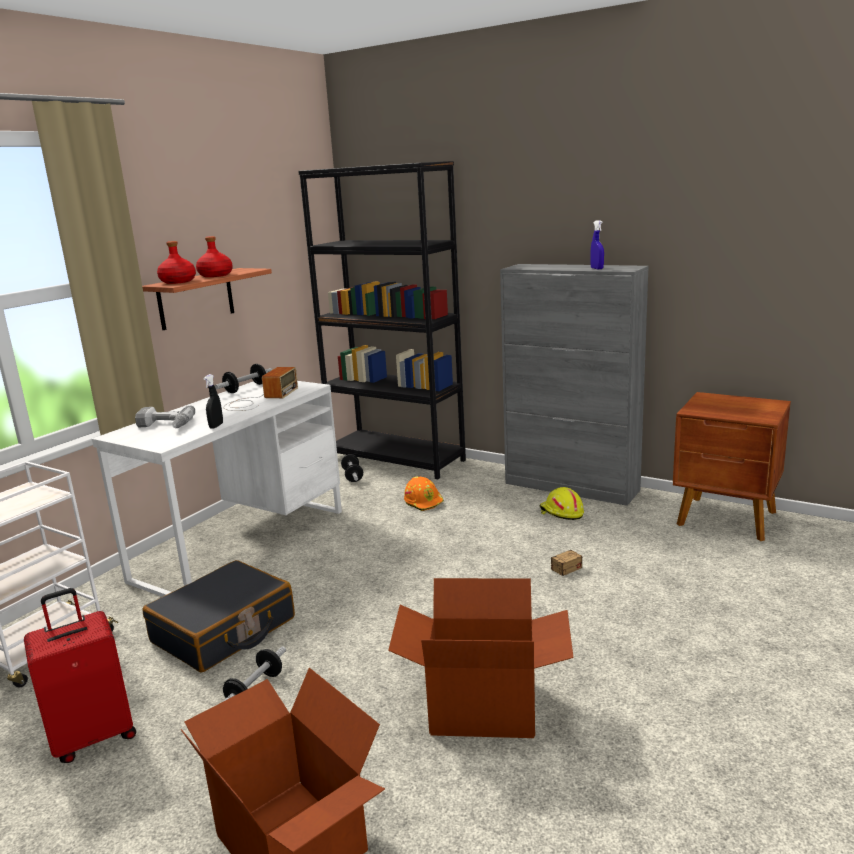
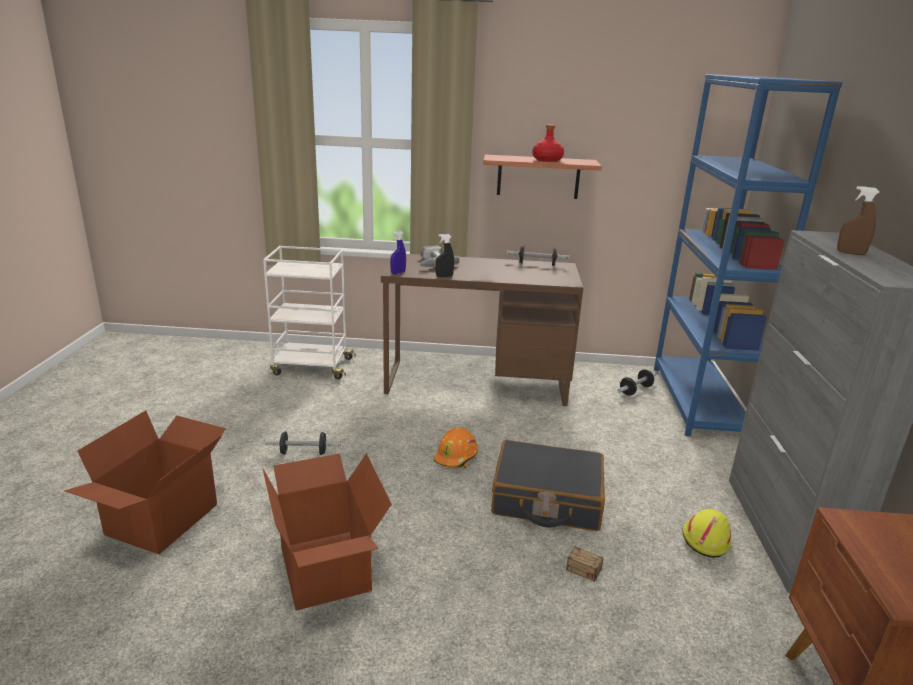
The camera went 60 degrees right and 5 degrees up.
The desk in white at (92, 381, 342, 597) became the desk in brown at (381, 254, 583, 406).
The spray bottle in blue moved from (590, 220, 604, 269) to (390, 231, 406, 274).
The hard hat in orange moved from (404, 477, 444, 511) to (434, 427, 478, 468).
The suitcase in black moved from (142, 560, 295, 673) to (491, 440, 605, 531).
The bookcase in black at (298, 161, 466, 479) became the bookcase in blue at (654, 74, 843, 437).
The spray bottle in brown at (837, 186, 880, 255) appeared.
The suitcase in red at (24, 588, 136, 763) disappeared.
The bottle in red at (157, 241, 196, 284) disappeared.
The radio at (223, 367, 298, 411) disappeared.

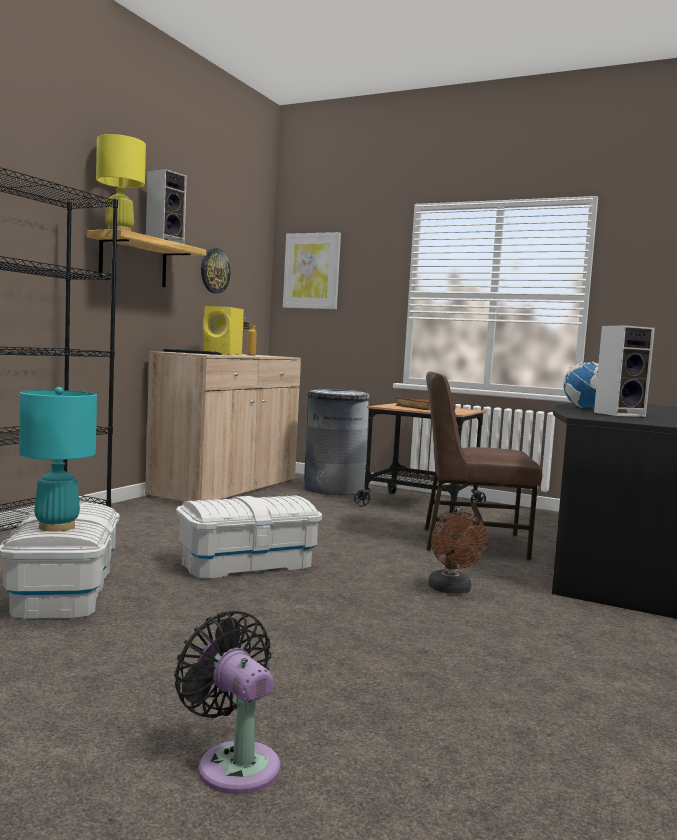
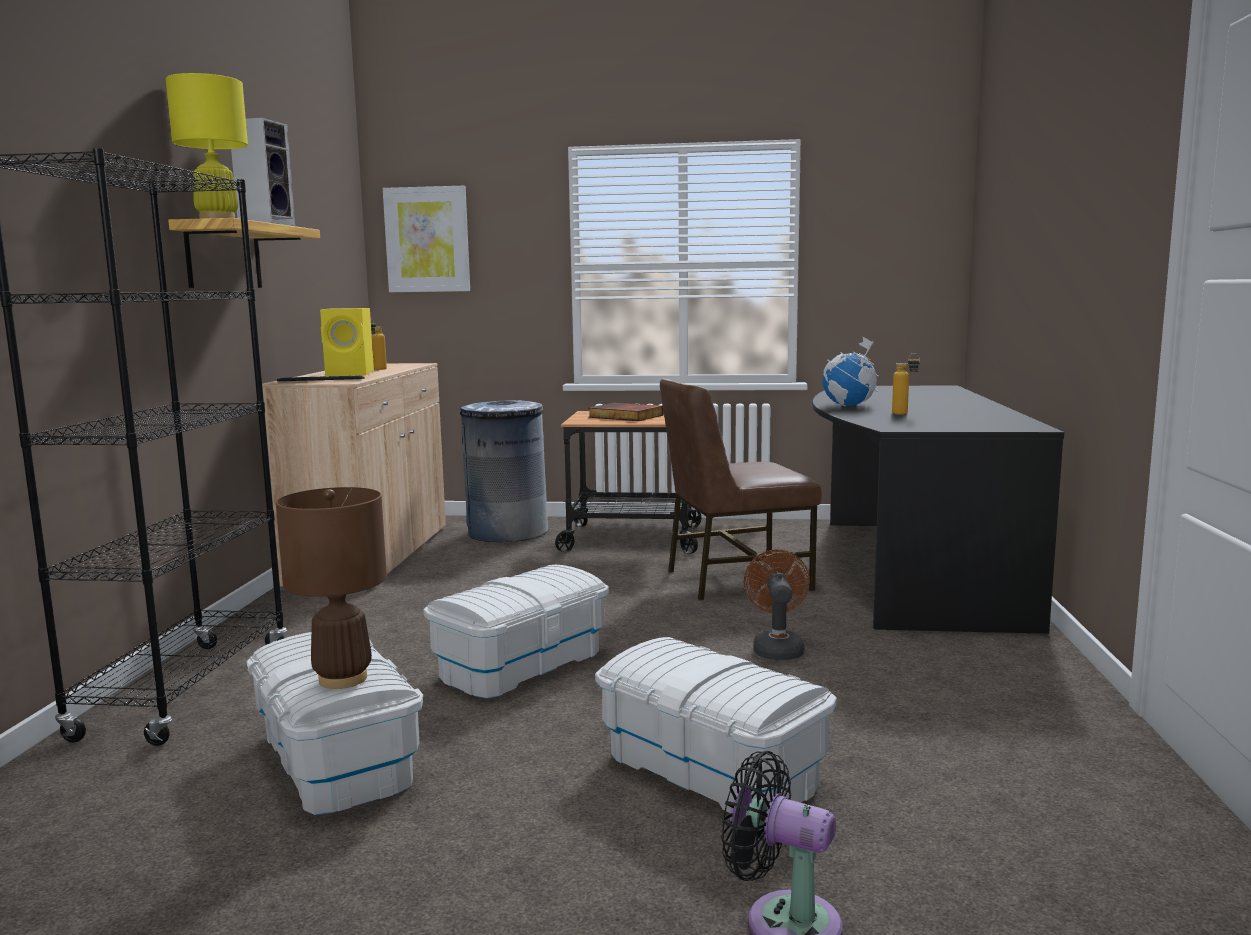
The camera went 20 degrees left and 5 degrees up.
The table lamp in turquoise at (19, 387, 97, 532) became the table lamp in brown at (276, 487, 387, 689).
The storage box in white at (595, 637, 837, 813) appeared.
The fan in brown at (428, 512, 488, 594) turned 150 degrees counterclockwise.
The speaker at (594, 325, 655, 417) was replaced by the bottle at (892, 353, 920, 415).
The wall clock at (201, 248, 230, 294) disappeared.

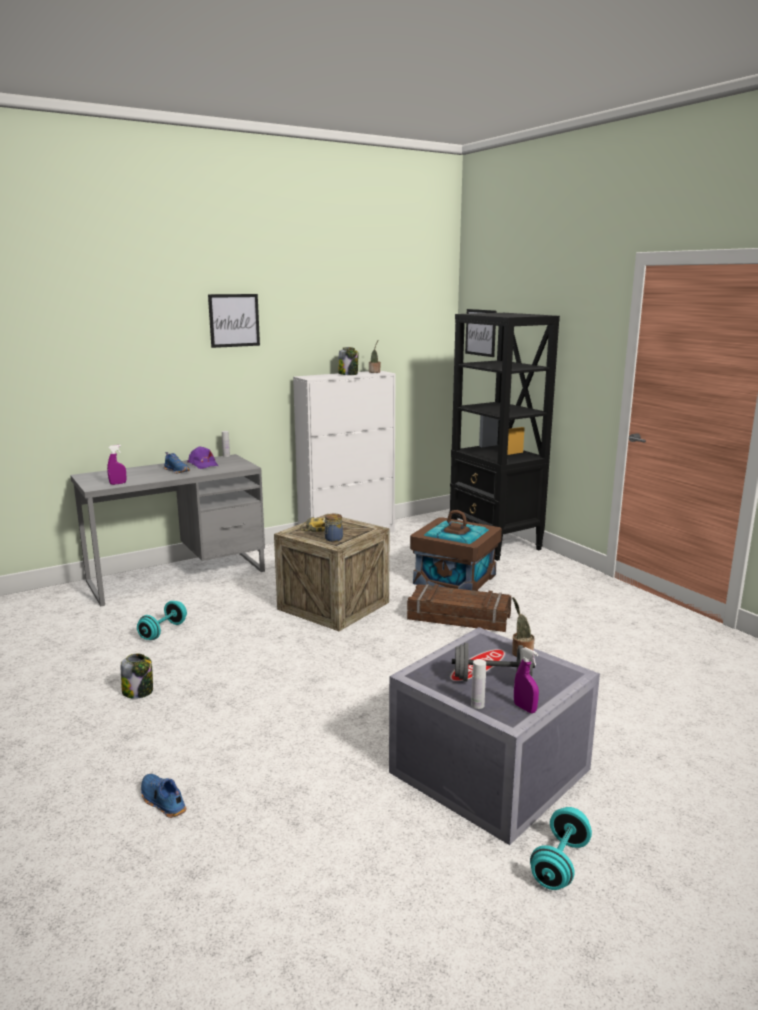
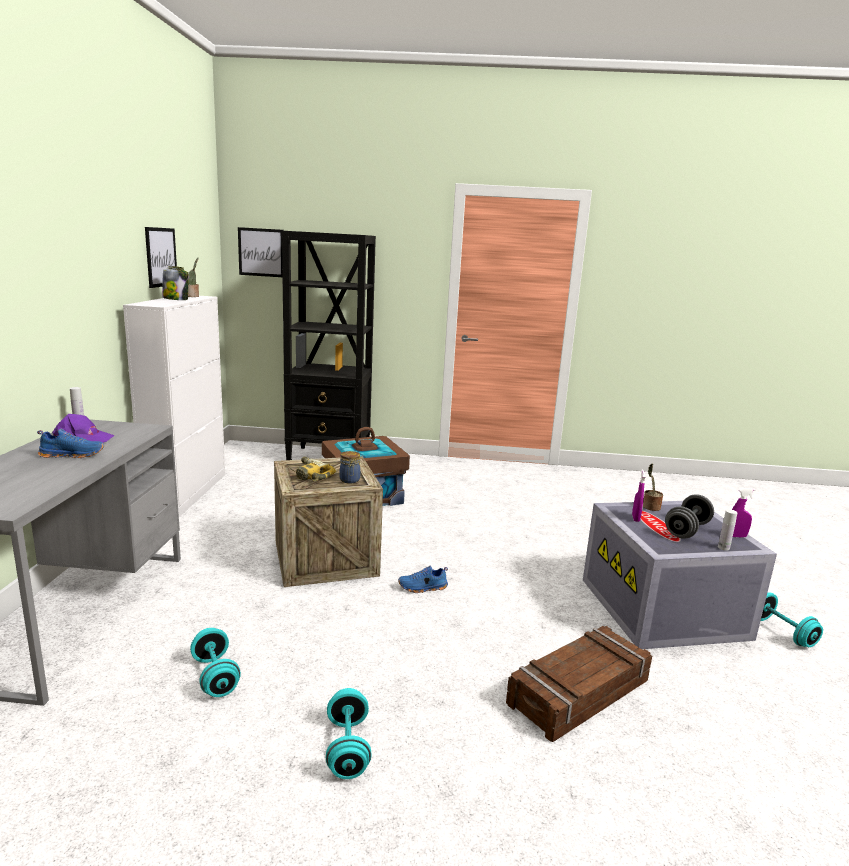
The camera went 55 degrees left and 0 degrees up.
The picture moved from (208, 294, 260, 348) to (145, 227, 177, 288).
The jar at (121, 654, 153, 699) was replaced by the dumbbell in turquoise at (326, 688, 372, 779).
The shoe in blue moved from (141, 774, 187, 818) to (398, 566, 448, 593).
The crate moved from (407, 584, 511, 632) to (506, 626, 652, 742).
The spray bottle in purple moved from (107, 445, 126, 485) to (632, 470, 645, 522).

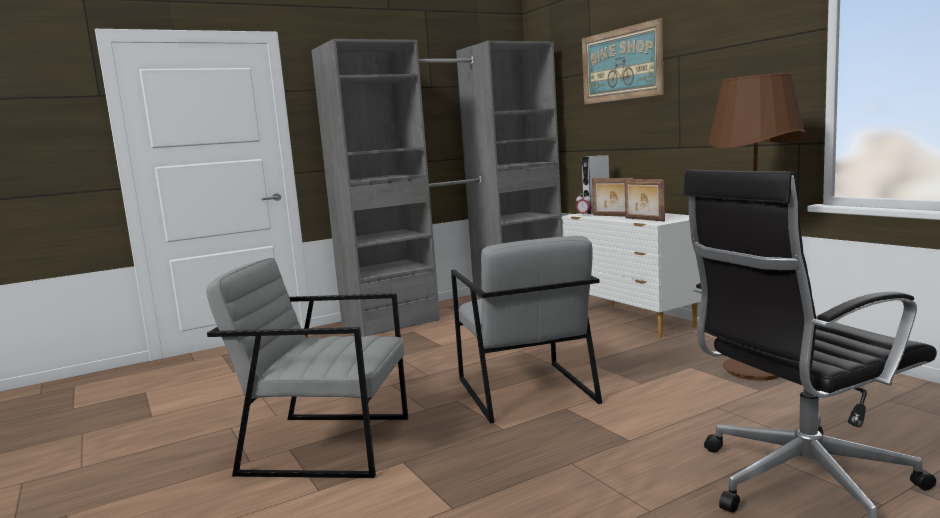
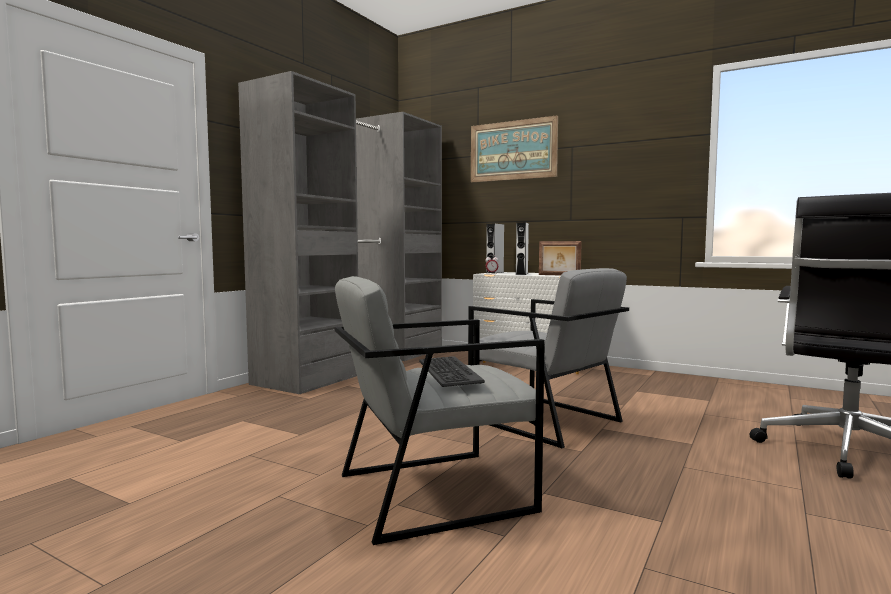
The camera went 30 degrees left and 5 degrees down.
The keyboard at (419, 356, 485, 387) appeared.
The picture frame at (592, 178, 634, 217) was replaced by the speaker in white at (516, 222, 529, 275).
The floor lamp in brown at (709, 73, 806, 381) disappeared.

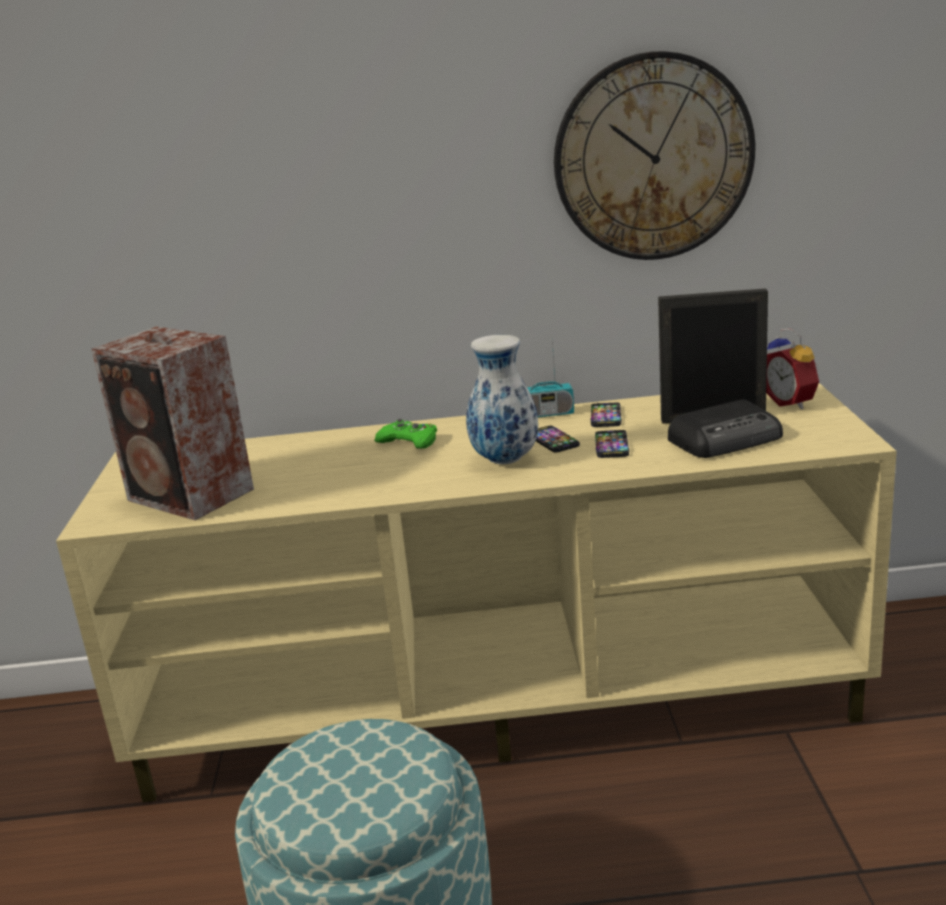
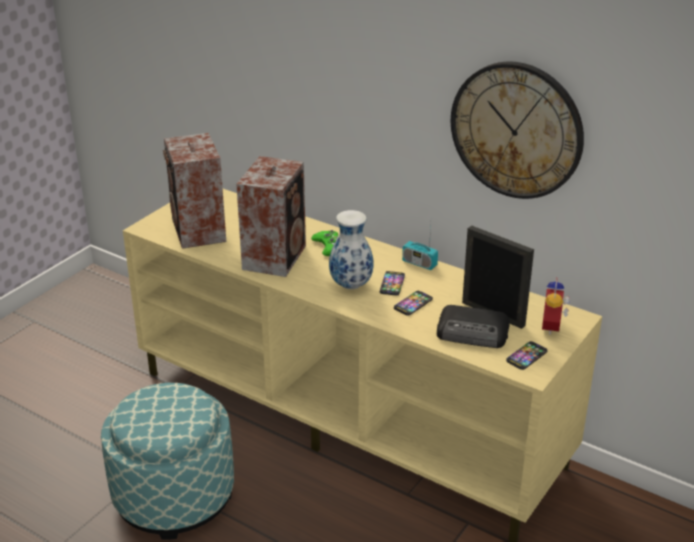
The camera went 35 degrees right and 10 degrees up.
The speaker at (236, 156, 306, 277) appeared.
The phone moved from (591, 403, 622, 427) to (506, 341, 548, 370).

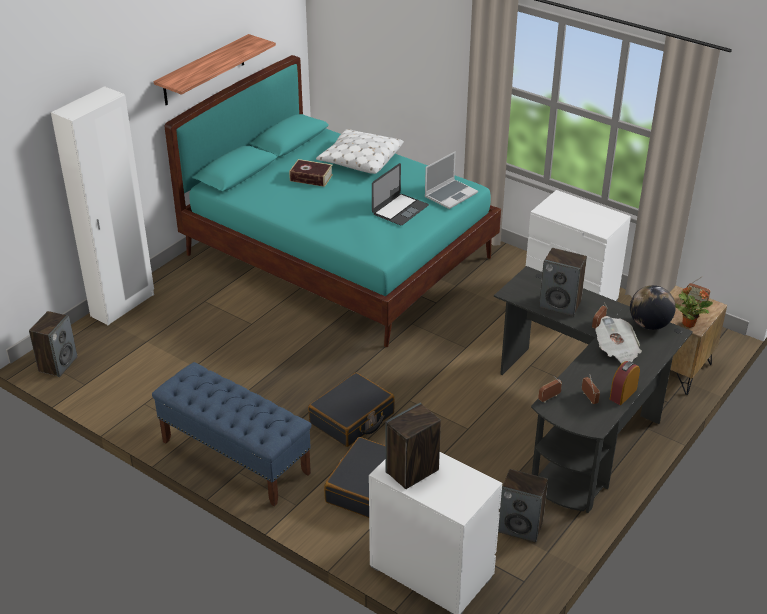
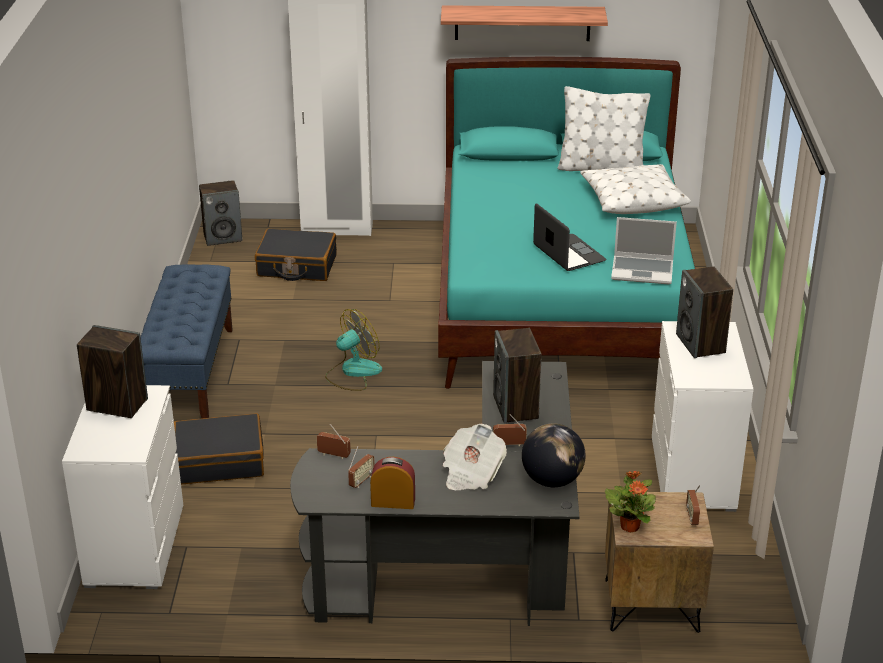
The camera went 55 degrees right and 5 degrees down.
The suitcase in black moved from (308, 373, 395, 447) to (255, 228, 337, 281).
The fan at (325, 309, 382, 391) appeared.
The laptop at (372, 163, 429, 225) turned 120 degrees counterclockwise.
The pillow in white at (557, 86, 651, 171) appeared.
The speaker moved from (498, 469, 548, 542) to (676, 266, 733, 358).
The book at (289, 159, 333, 187) disappeared.

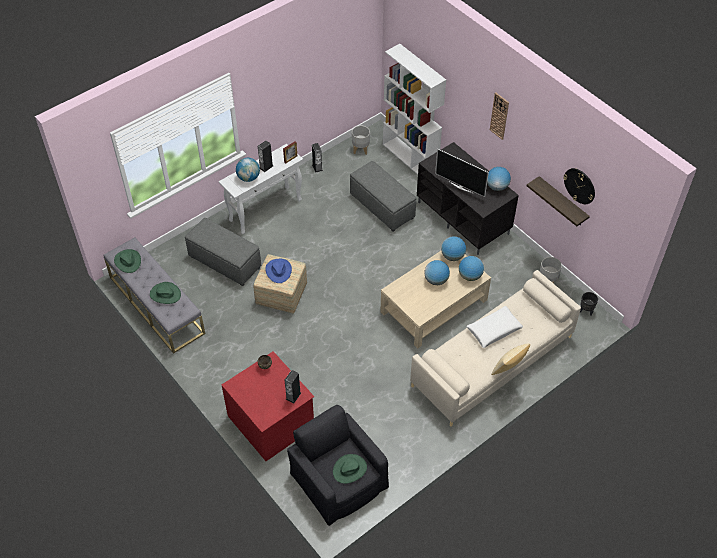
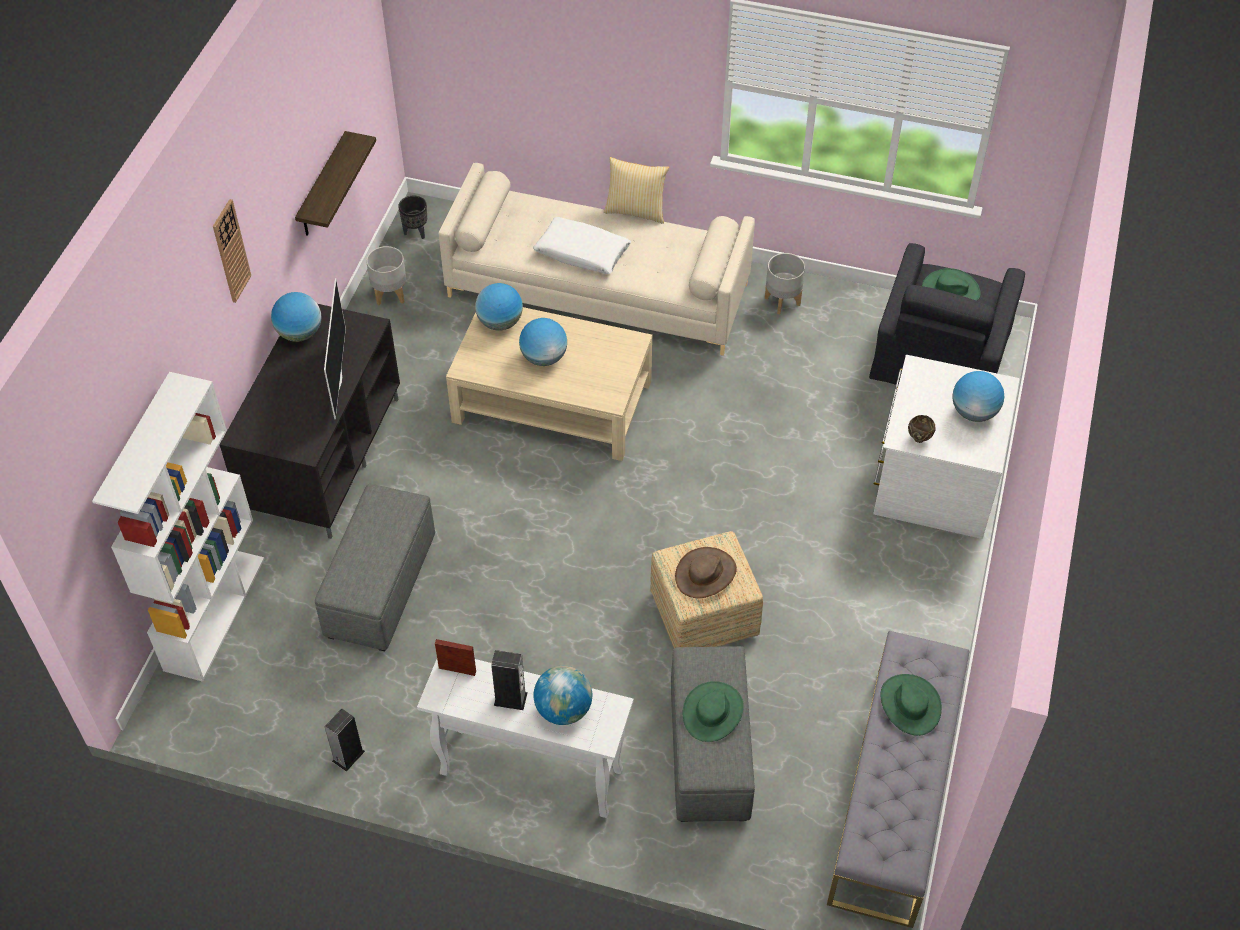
The camera went 125 degrees left and 0 degrees up.
The hat in blue at (265, 259, 292, 283) became the hat in brown at (675, 547, 737, 598).
The hat in green moved from (114, 249, 141, 273) to (683, 681, 744, 742).
The planter in grey moved from (352, 126, 370, 155) to (765, 253, 805, 314).
The dresser in red at (222, 351, 314, 461) became the dresser in white at (873, 355, 1020, 539).
The globe moved from (441, 236, 466, 261) to (952, 371, 1004, 422).
The speaker at (285, 370, 301, 404) disappeared.
The wall clock at (563, 168, 595, 204) disappeared.

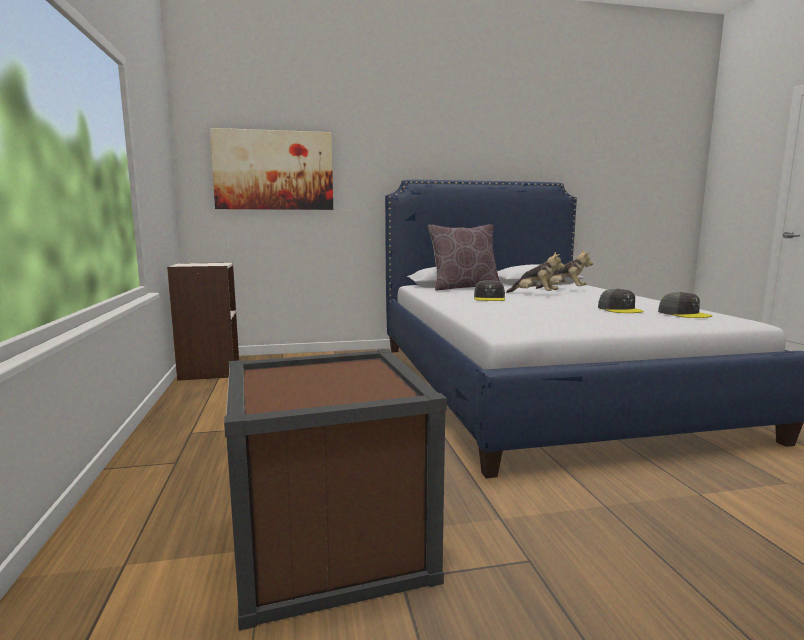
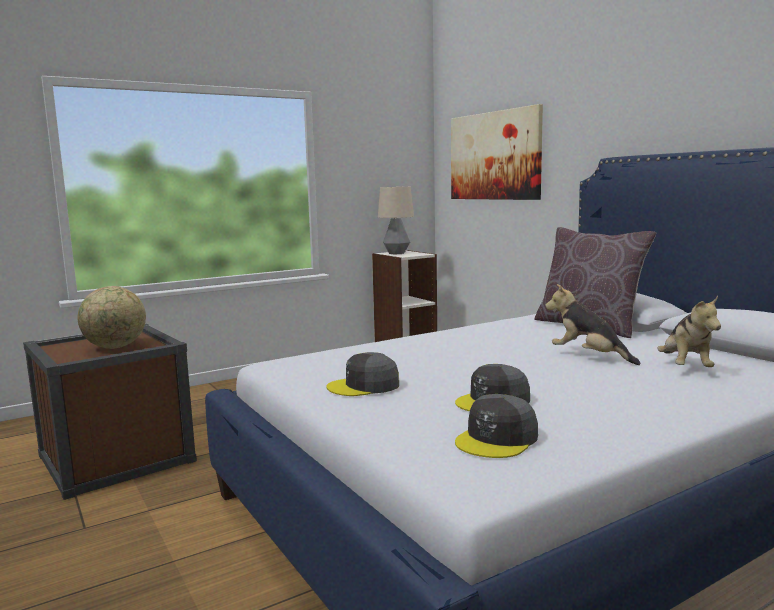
The camera went 70 degrees right and 0 degrees up.
The globe at (78, 286, 146, 349) appeared.
The cap in grey moved from (474, 280, 505, 301) to (326, 352, 399, 396).
The table lamp at (378, 187, 414, 254) appeared.
The plush toy at (506, 252, 565, 293) turned 120 degrees clockwise.

